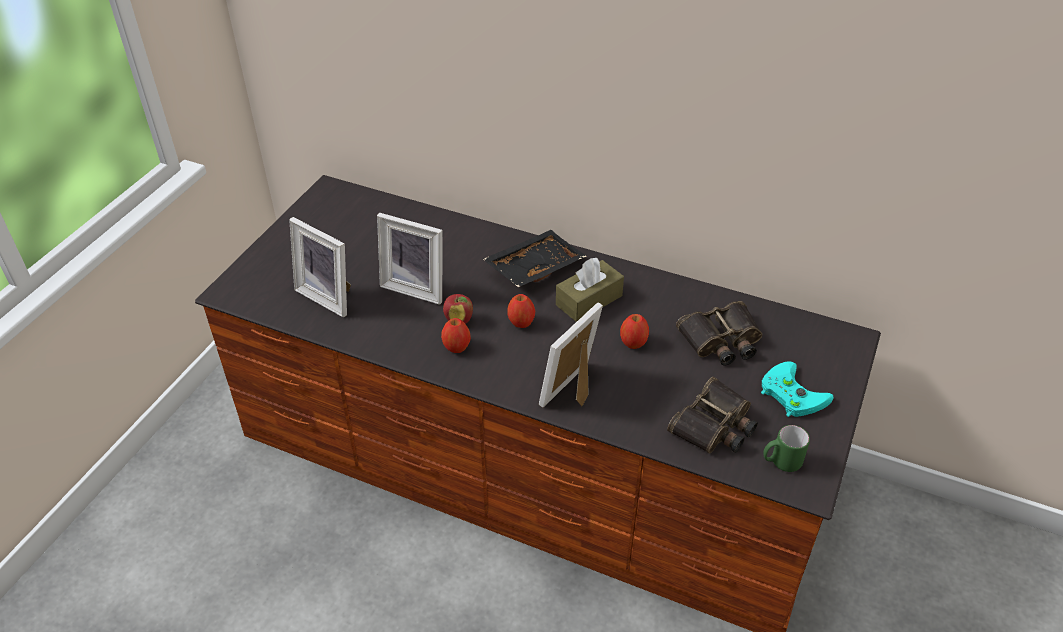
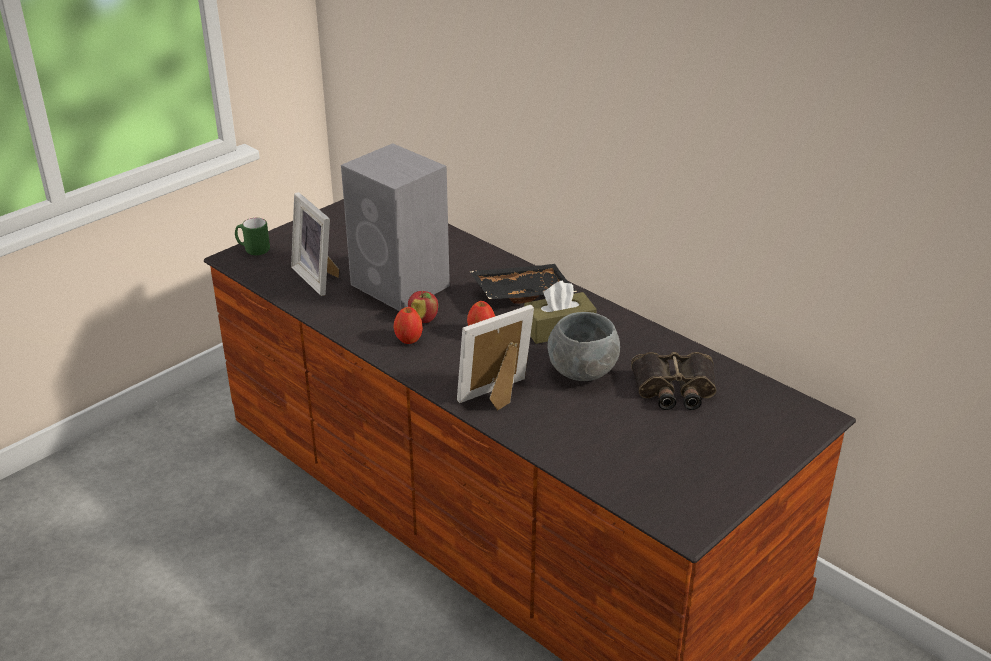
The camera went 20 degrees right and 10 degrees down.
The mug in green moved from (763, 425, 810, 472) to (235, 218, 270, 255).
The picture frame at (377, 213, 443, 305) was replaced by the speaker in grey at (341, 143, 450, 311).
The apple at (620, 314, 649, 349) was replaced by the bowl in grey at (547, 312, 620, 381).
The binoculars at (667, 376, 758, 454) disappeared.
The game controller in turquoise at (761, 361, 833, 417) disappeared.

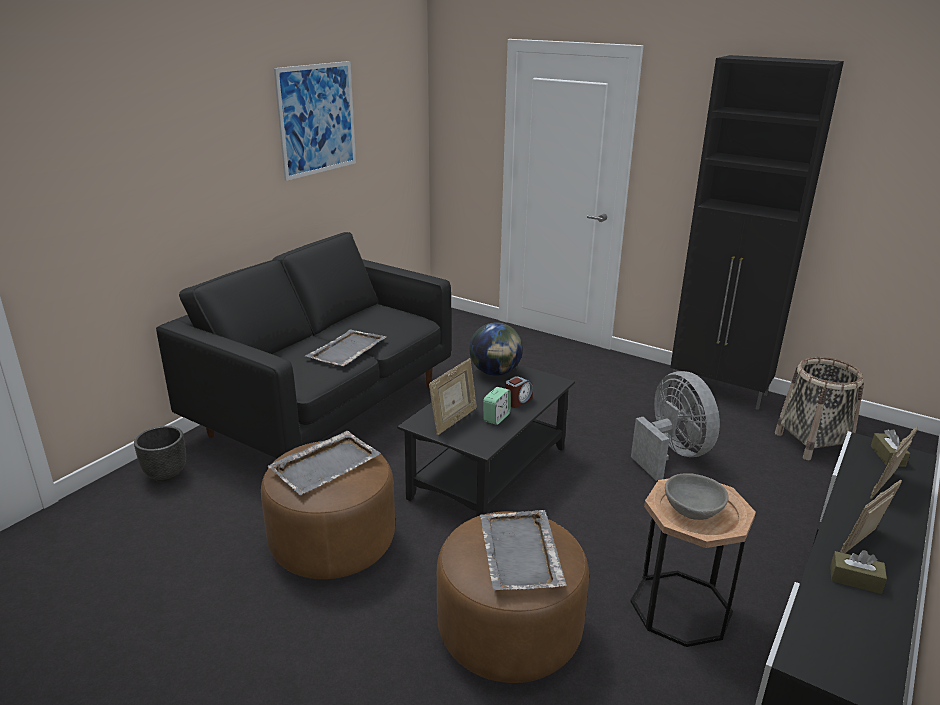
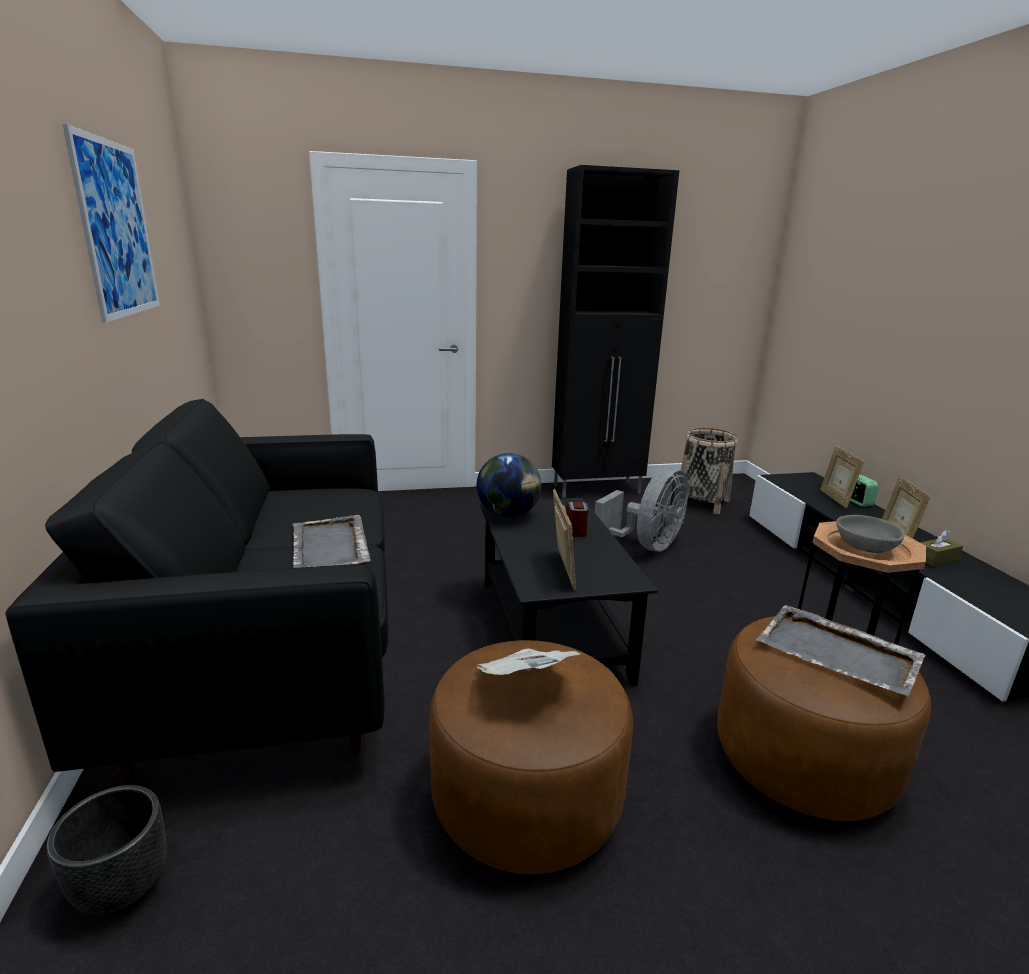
The camera went 45 degrees left and 5 degrees down.
The tray in grey at (268, 431, 381, 495) was replaced by the newspaper at (477, 648, 580, 675).
The fan in grey at (631, 371, 720, 481) turned 105 degrees clockwise.
The alarm clock moved from (483, 387, 511, 425) to (850, 475, 879, 506).
The tissue box in brown at (871, 429, 910, 467) disappeared.

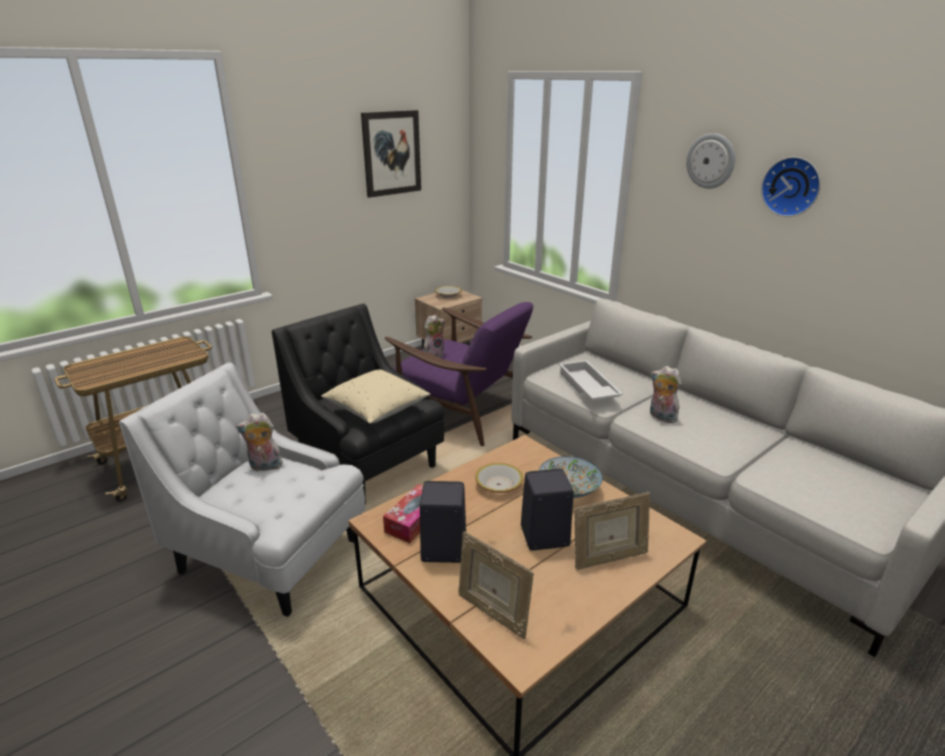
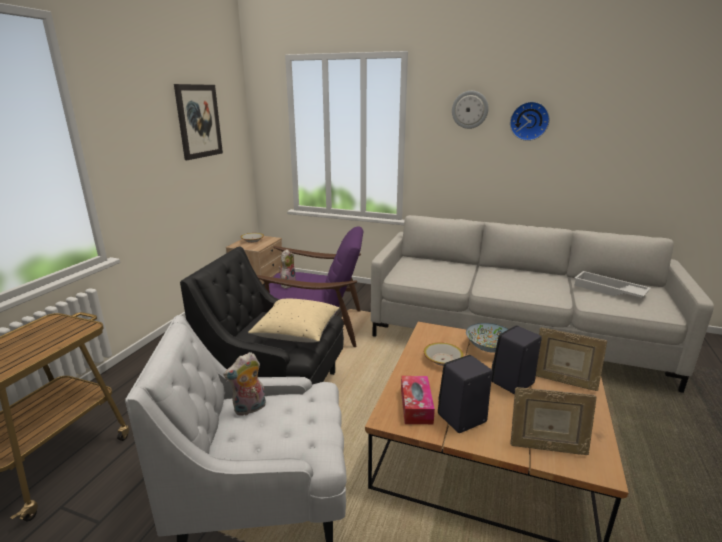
The camera went 30 degrees left and 5 degrees down.
The picture frame at (574, 492, 650, 570) turned 75 degrees clockwise.
The tray in white moved from (559, 360, 623, 400) to (574, 271, 651, 298).
The plush toy at (650, 366, 681, 423) disappeared.

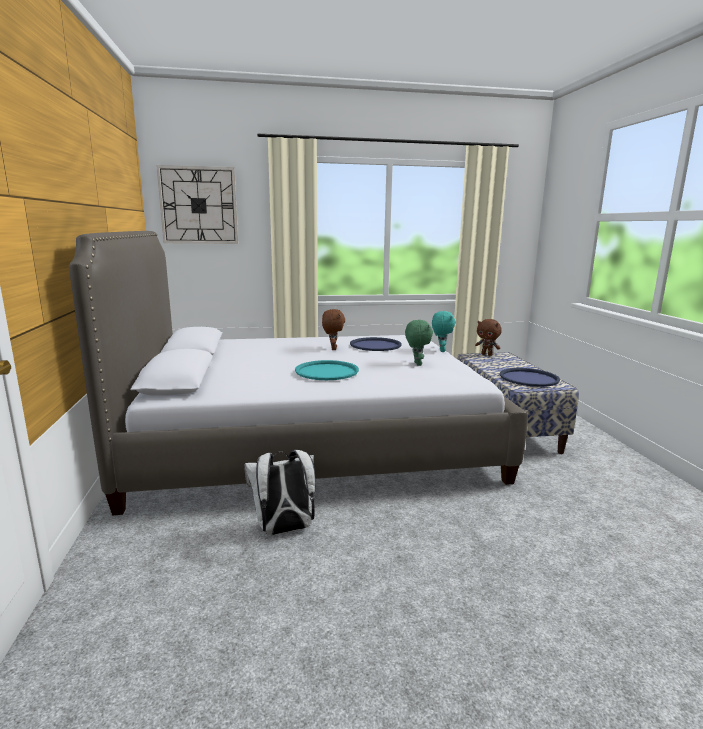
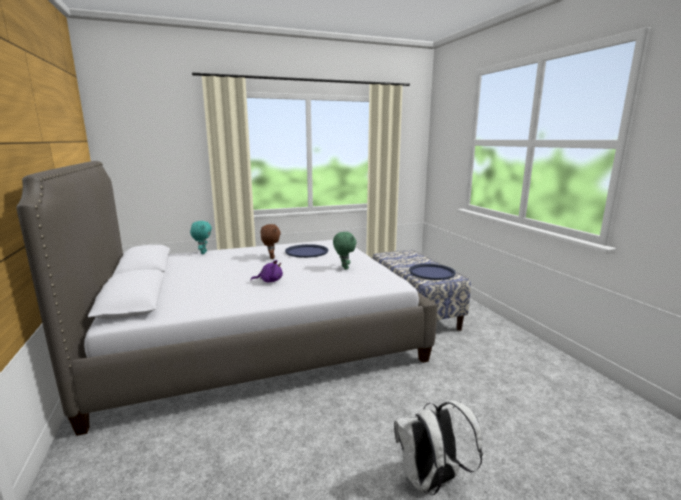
The camera went 10 degrees left and 0 degrees up.
The plush toy in turquoise moved from (432, 311, 456, 352) to (190, 221, 212, 254).
The tray in turquoise at (295, 360, 359, 380) was replaced by the plush toy in purple at (251, 260, 283, 283).
The backpack in white moved from (244, 450, 316, 535) to (394, 399, 483, 495).
The wall clock at (156, 165, 238, 244) disappeared.
The plush toy in brown at (475, 319, 502, 356) disappeared.

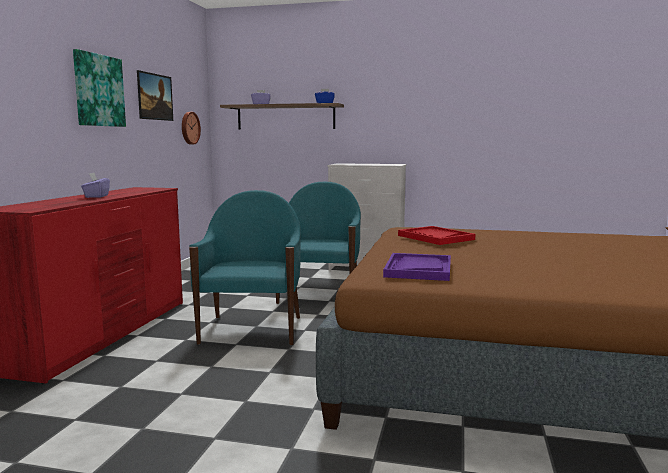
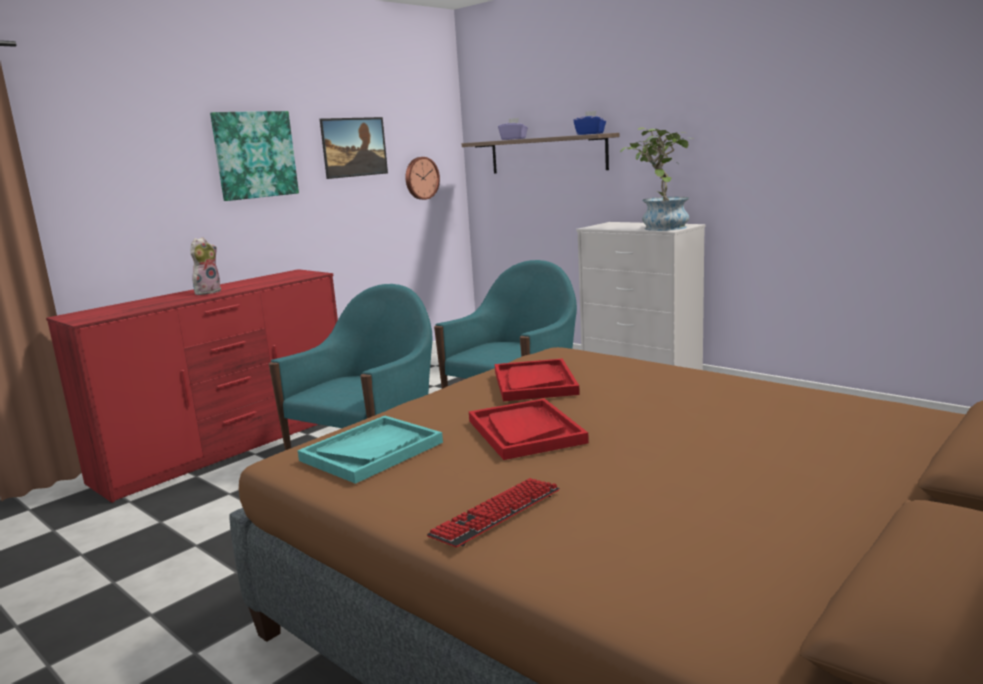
The camera went 30 degrees right and 5 degrees up.
The tissue box in purple at (81, 173, 110, 198) was replaced by the plush toy at (191, 237, 221, 295).
The tray in purple at (383, 253, 451, 281) became the tray in turquoise at (298, 416, 443, 484).
The keyboard at (427, 478, 560, 547) appeared.
The tray in red at (469, 398, 589, 460) appeared.
The potted plant at (620, 127, 693, 231) appeared.

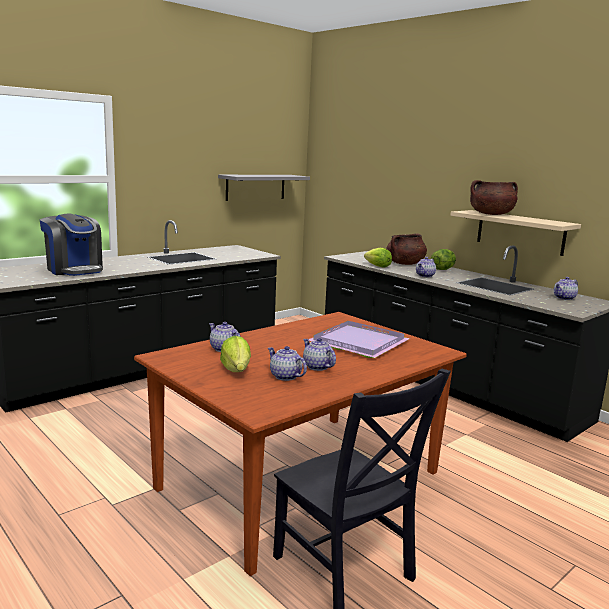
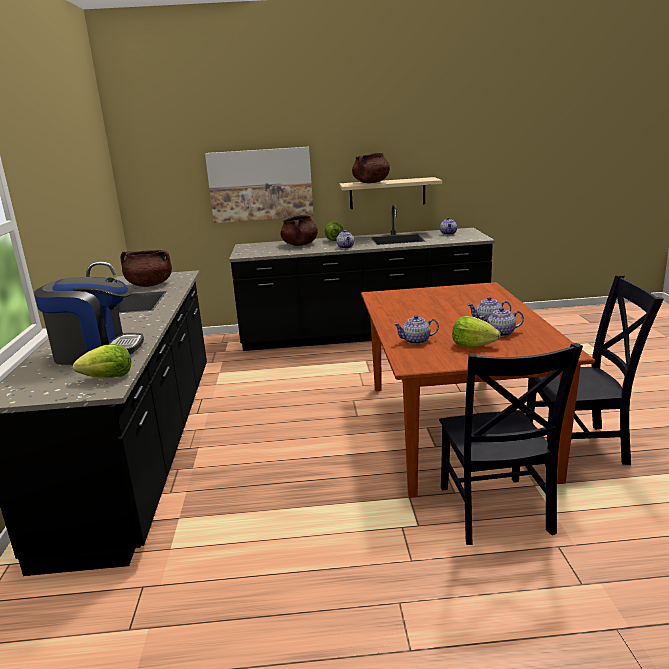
The camera went 50 degrees left and 5 degrees up.
The lettuce moved from (364, 248, 392, 268) to (73, 344, 131, 378).
The cooking pot in brown at (121, 250, 172, 287) appeared.
The picture at (205, 147, 314, 223) appeared.
The chair in black at (439, 343, 583, 545) appeared.
The shelf in grey at (218, 175, 310, 201) disappeared.
The tray in purple at (309, 321, 410, 358) disappeared.

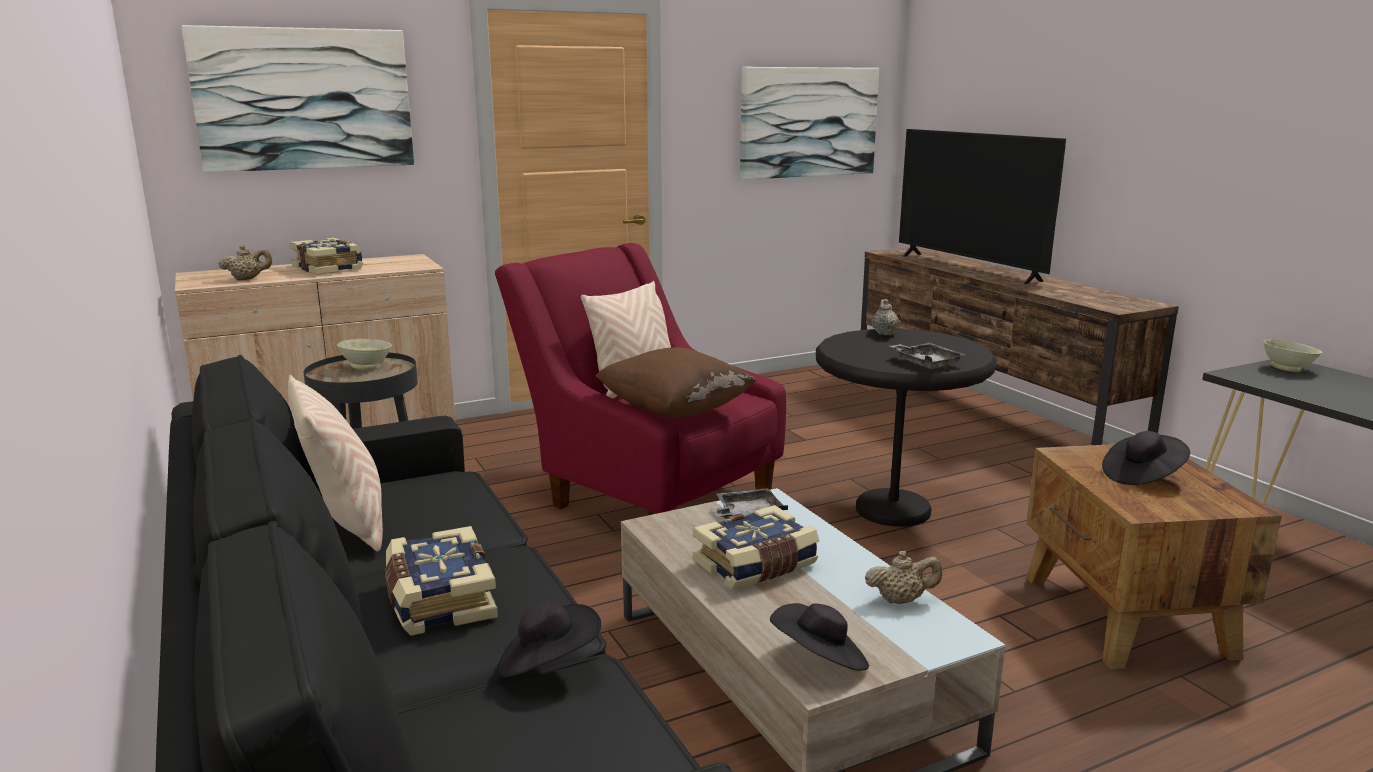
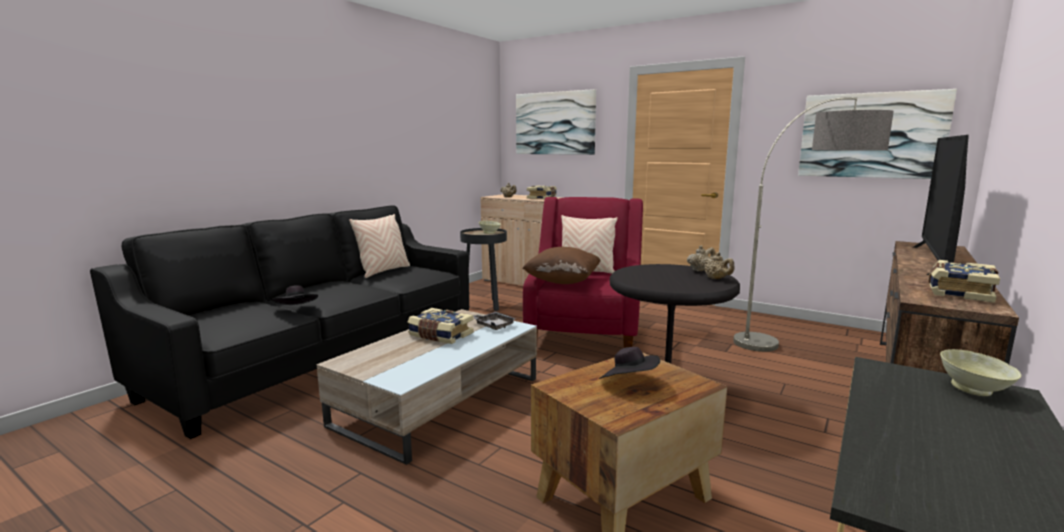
The camera went 60 degrees right and 5 degrees down.
The teapot in beige moved from (865, 551, 942, 604) to (700, 252, 735, 279).
The floor lamp at (733, 97, 894, 352) appeared.
The book moved from (385, 526, 498, 636) to (928, 260, 1000, 303).
The hat in black at (770, 603, 869, 670) disappeared.
The tray in grey at (890, 342, 965, 369) disappeared.

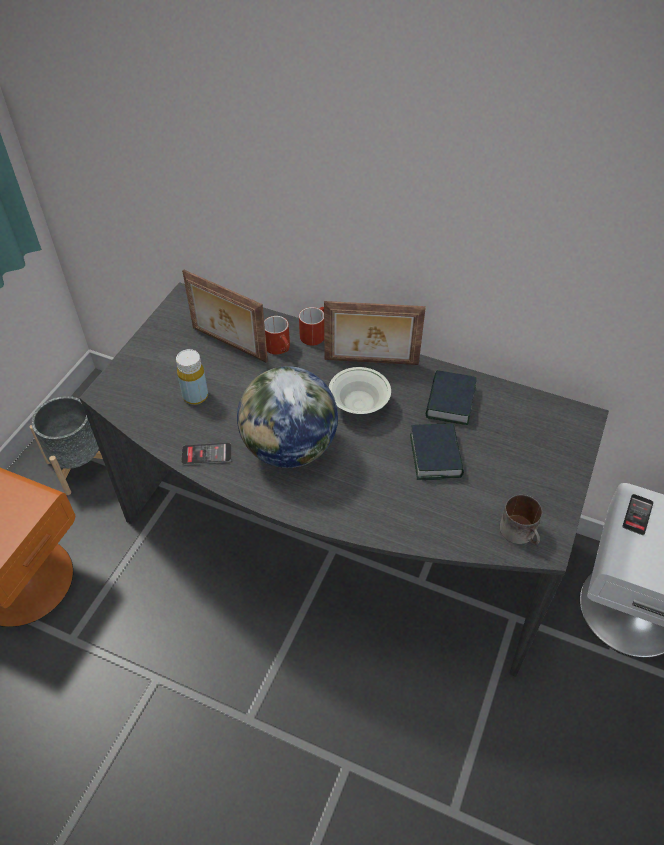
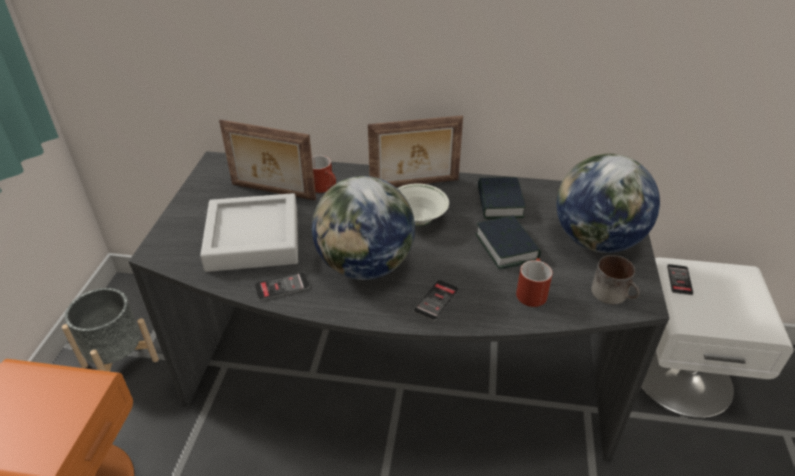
The camera went 15 degrees left and 10 degrees down.
The bottle in yellow at (176, 349, 208, 405) was replaced by the tray in grey at (200, 193, 298, 272).
The phone at (413, 280, 459, 321) appeared.
The mug in red moved from (299, 307, 324, 345) to (516, 258, 553, 307).
The globe at (556, 154, 660, 253) appeared.

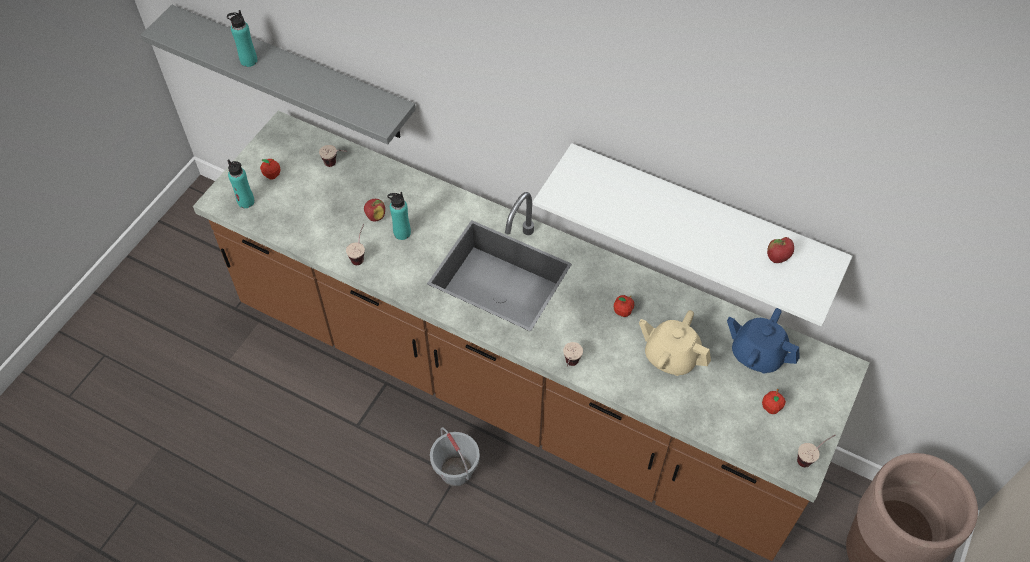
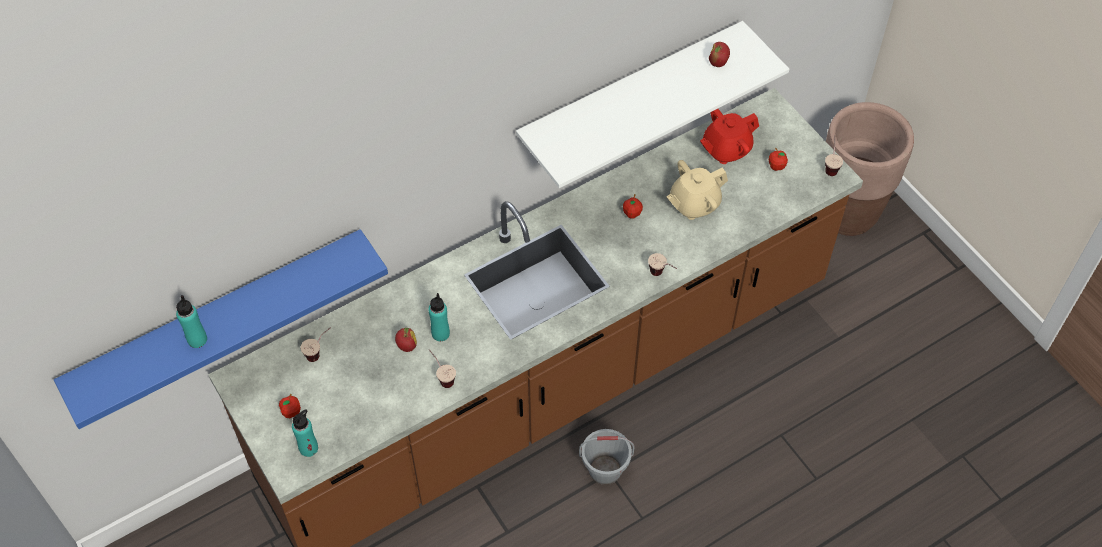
The camera went 60 degrees left and 0 degrees up.
The shelf in grey at (141, 5, 416, 145) became the shelf in blue at (54, 229, 388, 429).
The teapot in blue at (727, 308, 799, 374) became the teapot in red at (700, 109, 759, 164).

